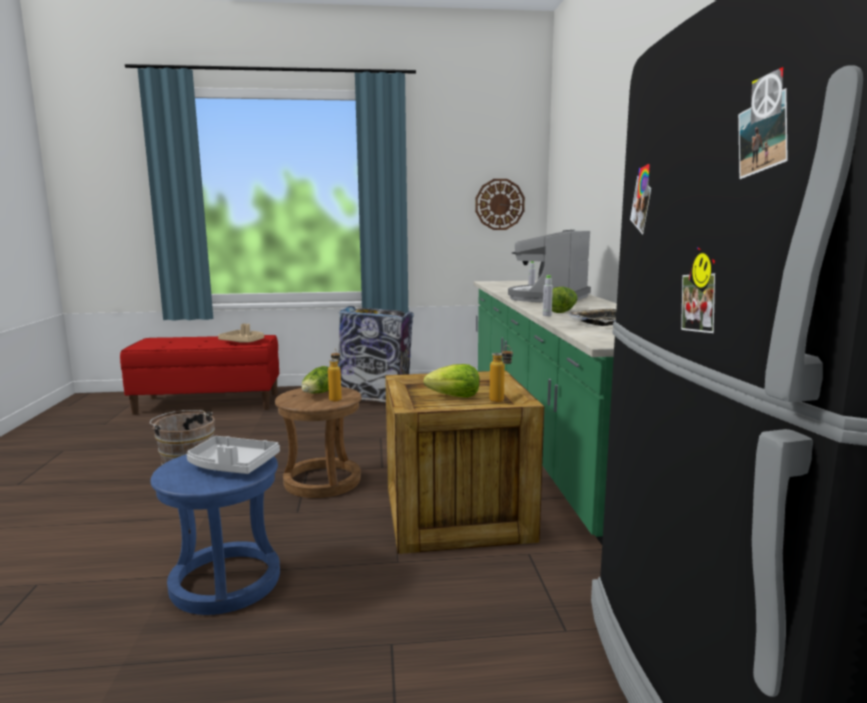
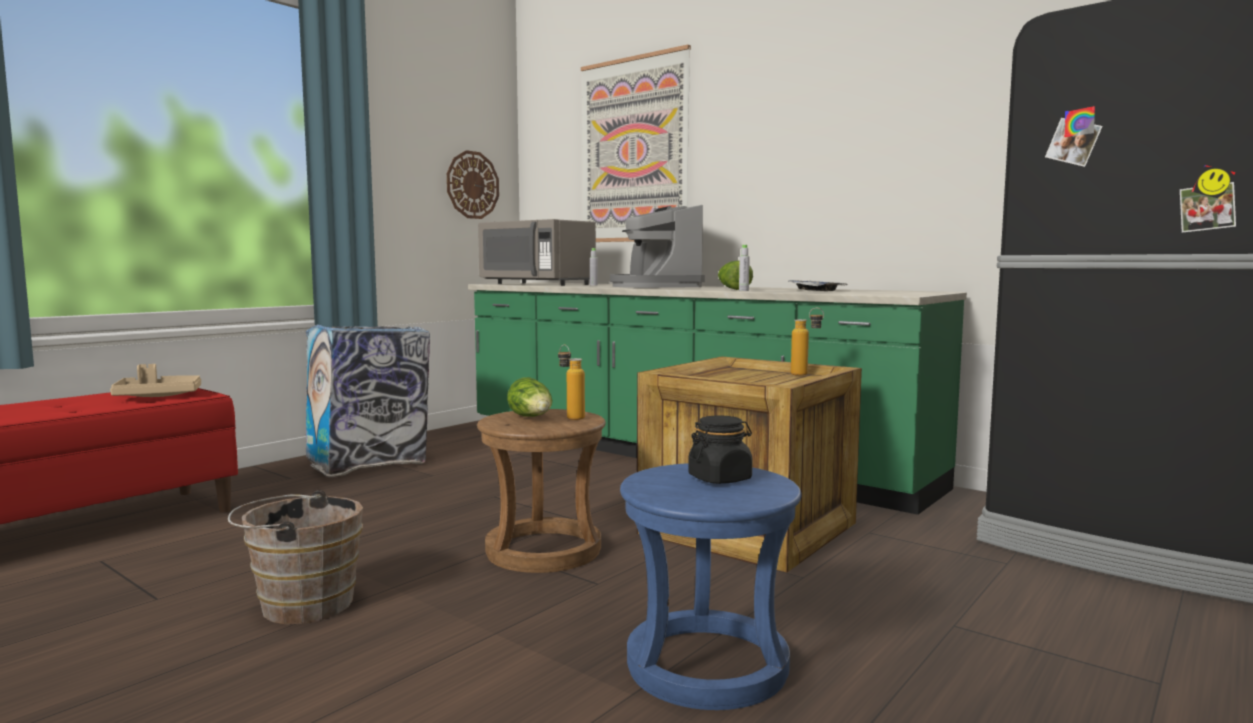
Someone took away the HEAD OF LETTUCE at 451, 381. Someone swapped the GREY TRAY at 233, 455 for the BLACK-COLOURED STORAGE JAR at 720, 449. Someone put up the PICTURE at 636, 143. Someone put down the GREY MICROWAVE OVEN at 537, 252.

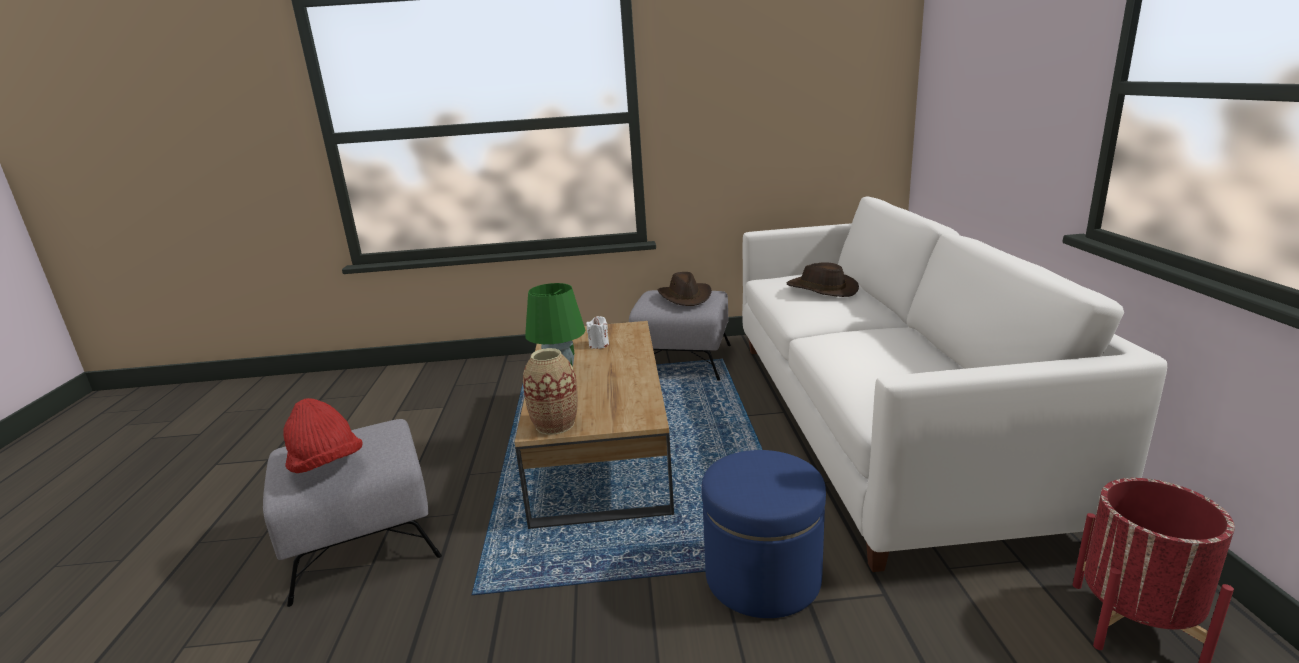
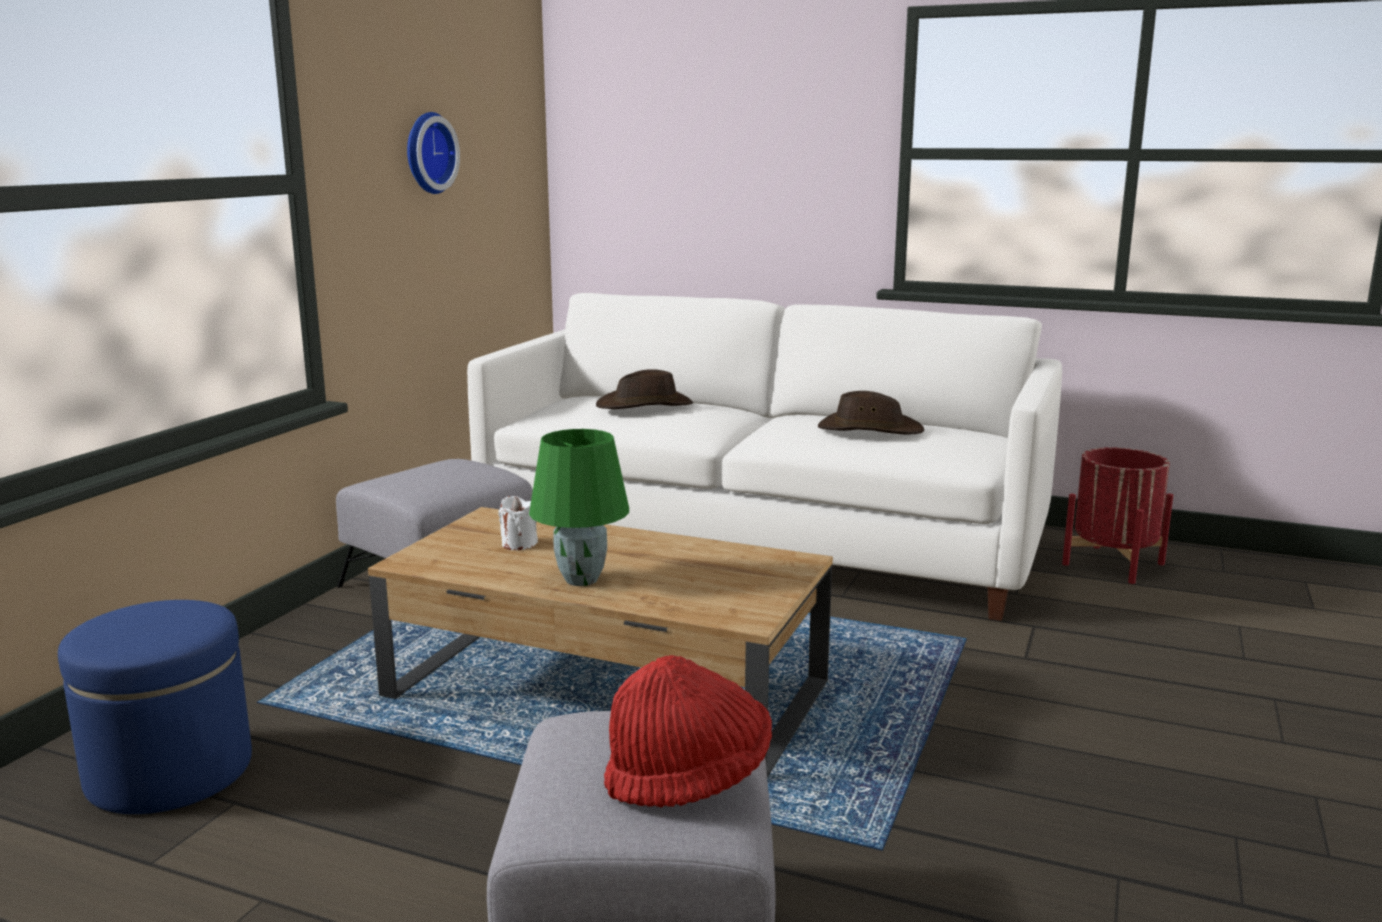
Someone carried the BROWN HAT from 685, 289 to 871, 413. Someone took away the VASE at 550, 391. Someone carried the BLUE FOOTREST from 763, 534 to 155, 707. Someone put up the CLOCK ON THE WALL at 433, 153.

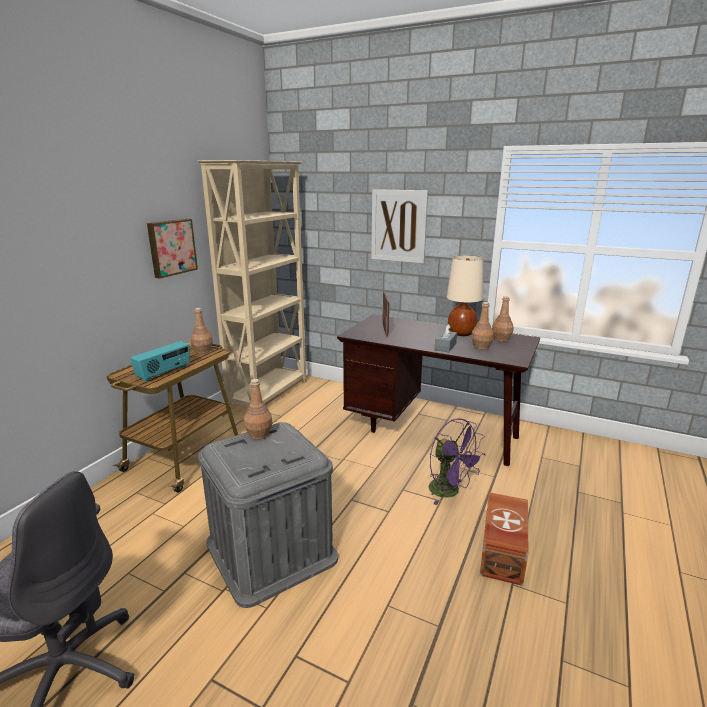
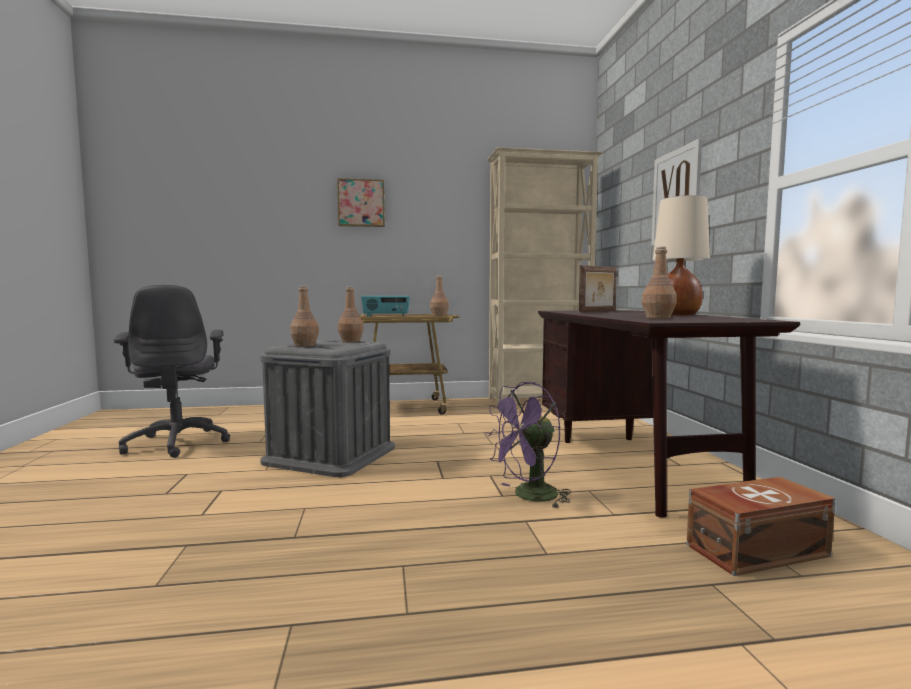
Someone carried the PICTURE from 172, 249 to 361, 202. Someone carried the BROWN BOTTLE from 503, 319 to 304, 316. Someone took away the GREY BOX OF TISSUES at 445, 338. Someone rotated the PURPLE-COLOURED COOLING FAN at 457, 461 by 45 degrees clockwise. Someone carried the BROWN STORAGE CONTAINER from 504, 539 to 761, 526.

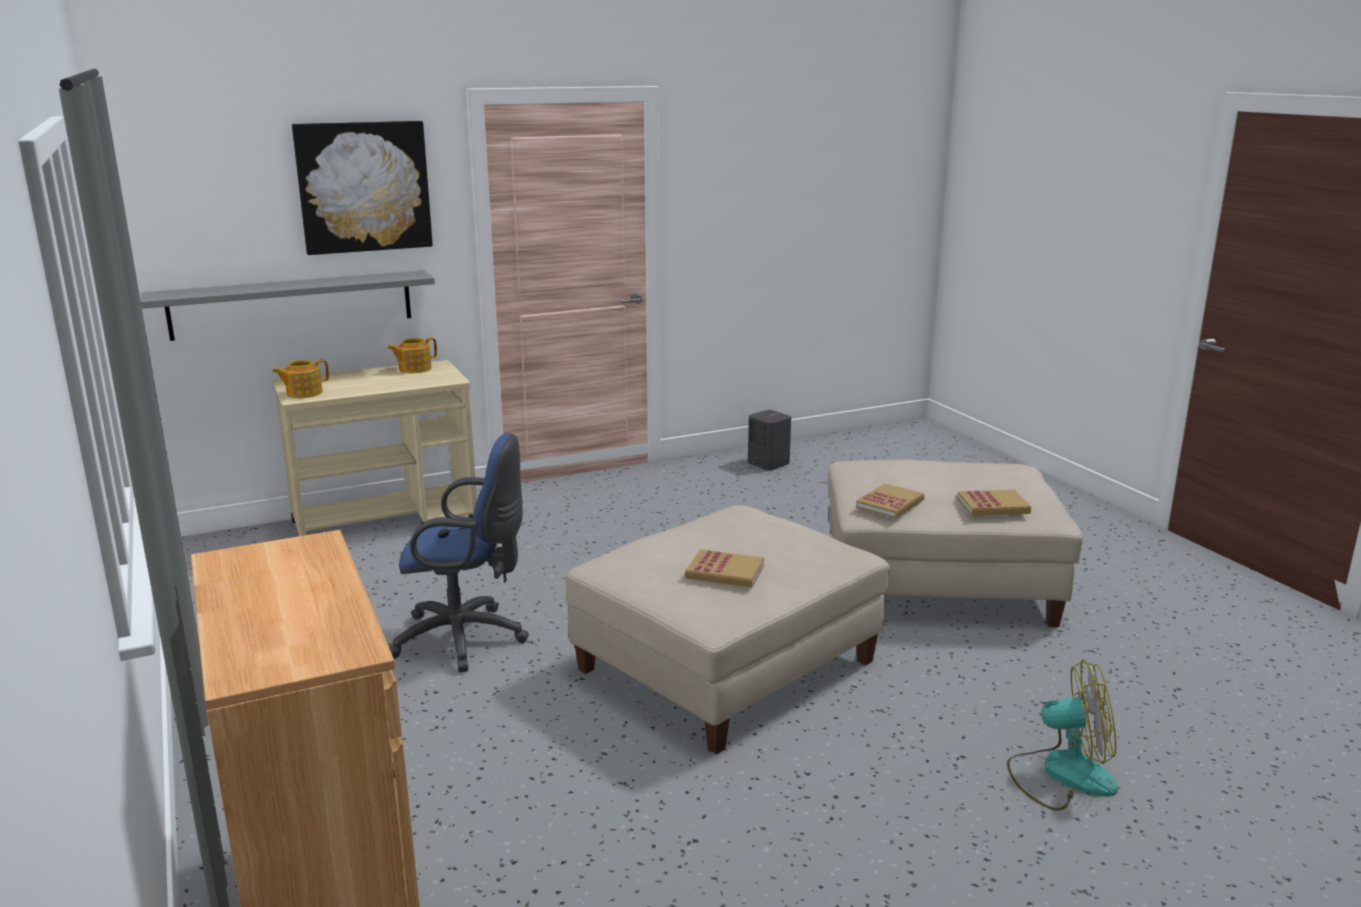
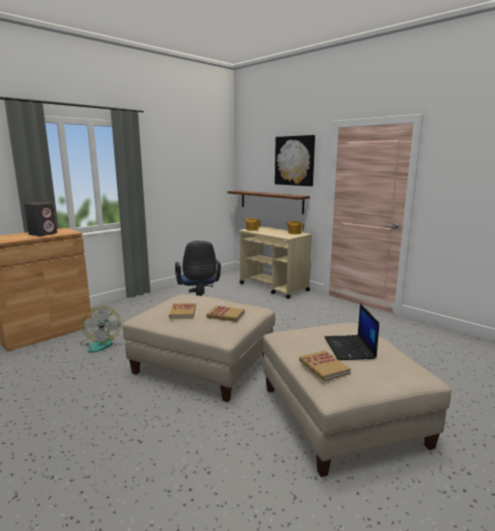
Someone repainted the GREY BRACKET SHELF at 288, 305, which became the BROWN BRACKET SHELF at 269, 202. Someone carried the GREY AUDIO SPEAKER from 769, 440 to 40, 219. Someone carried the BOOK from 890, 501 to 226, 314. Someone carried the COOLING FAN from 1062, 735 to 100, 329. Someone put down the NOTEBOOK COMPUTER at 352, 332.

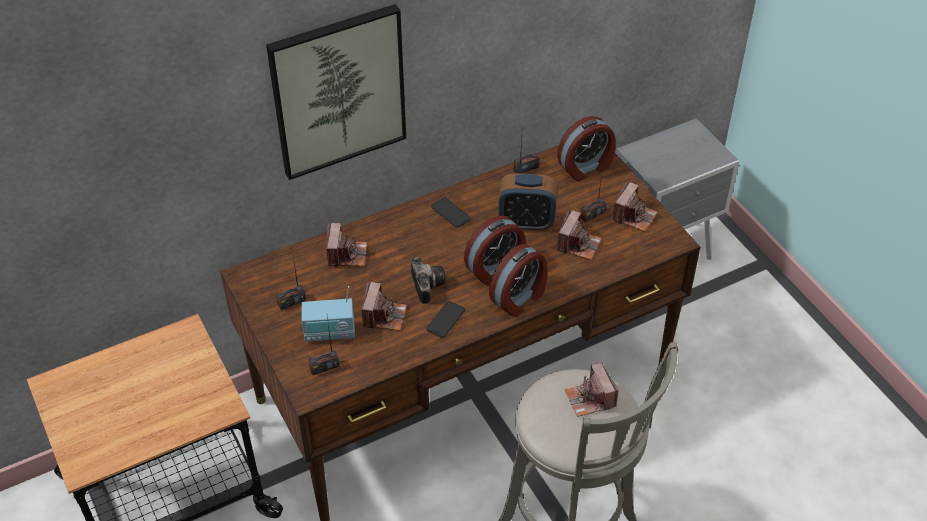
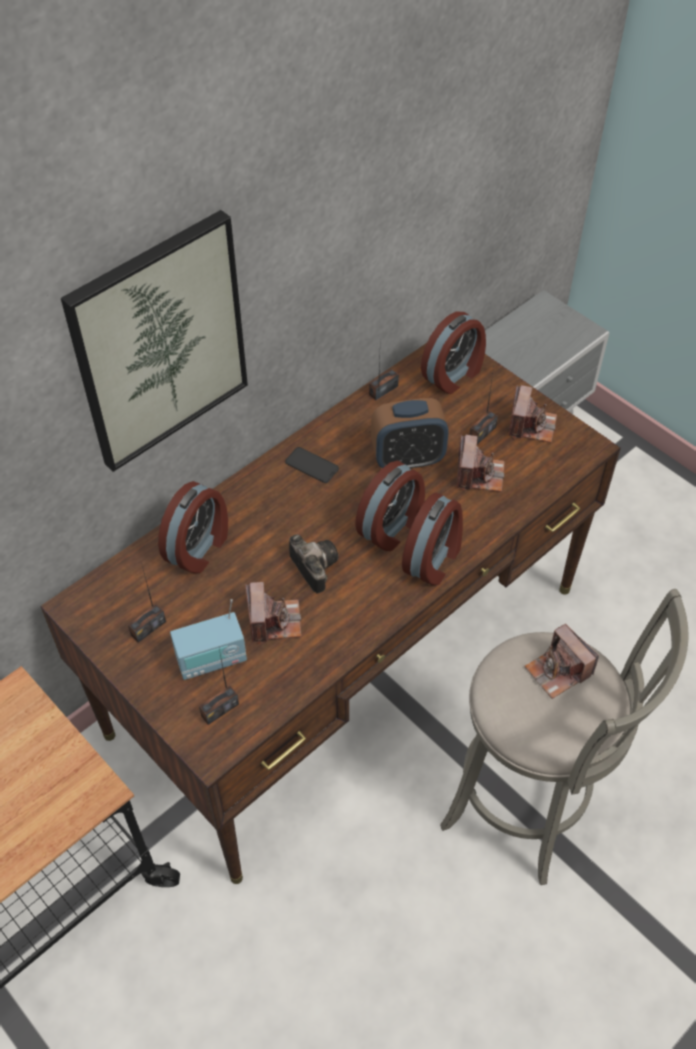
Someone swapped the STILL CAMERA at 346, 245 for the BEDSIDE CLOCK at 193, 527. Someone took away the PHONE at 445, 319.

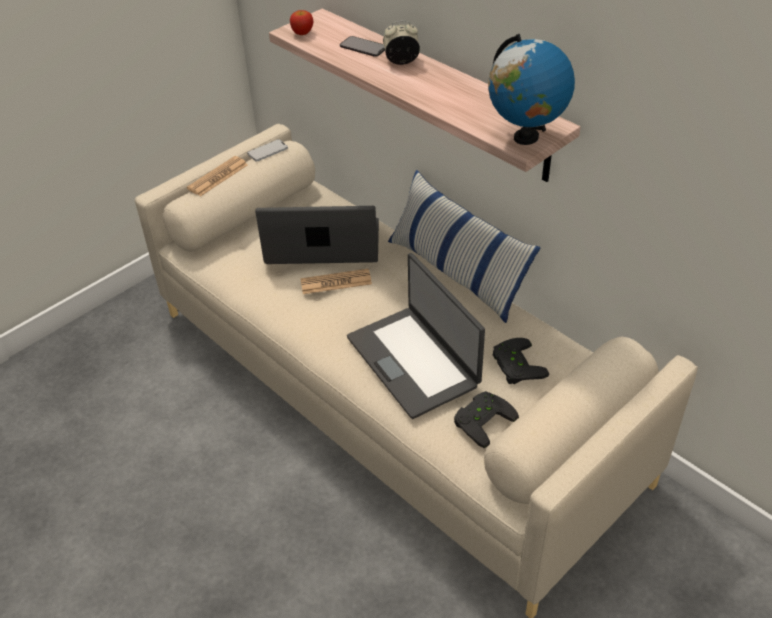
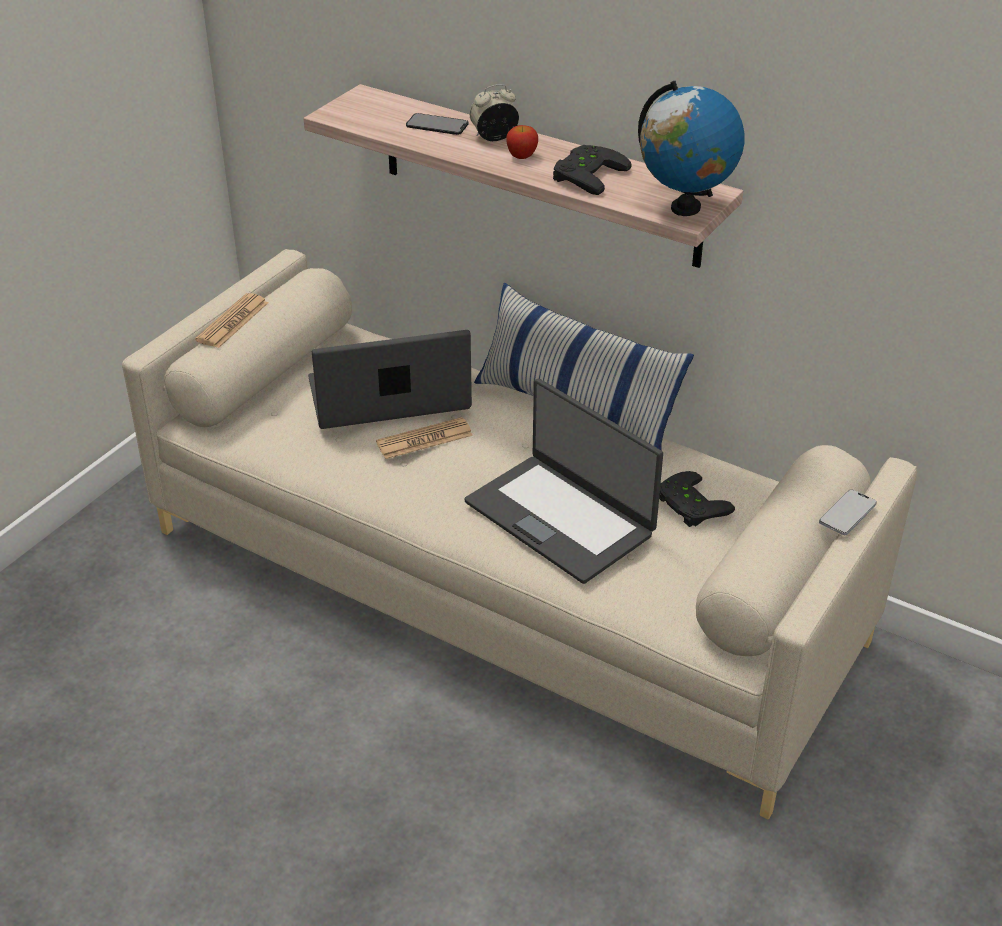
Someone carried the APPLE FRUIT from 301, 22 to 522, 142. Someone carried the PHONE from 267, 150 to 848, 512. Someone carried the BLACK-COLOURED GAMEPAD from 486, 419 to 592, 170.

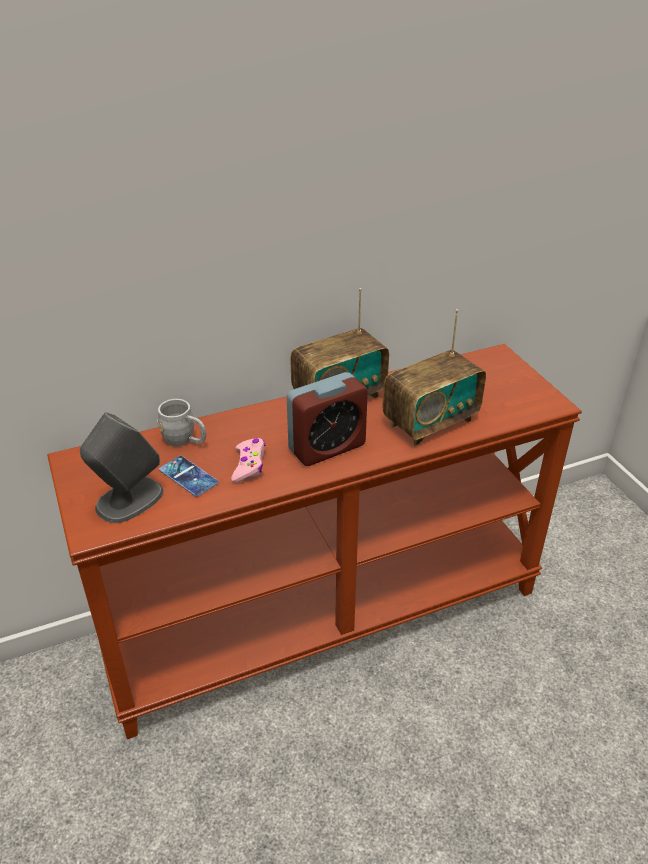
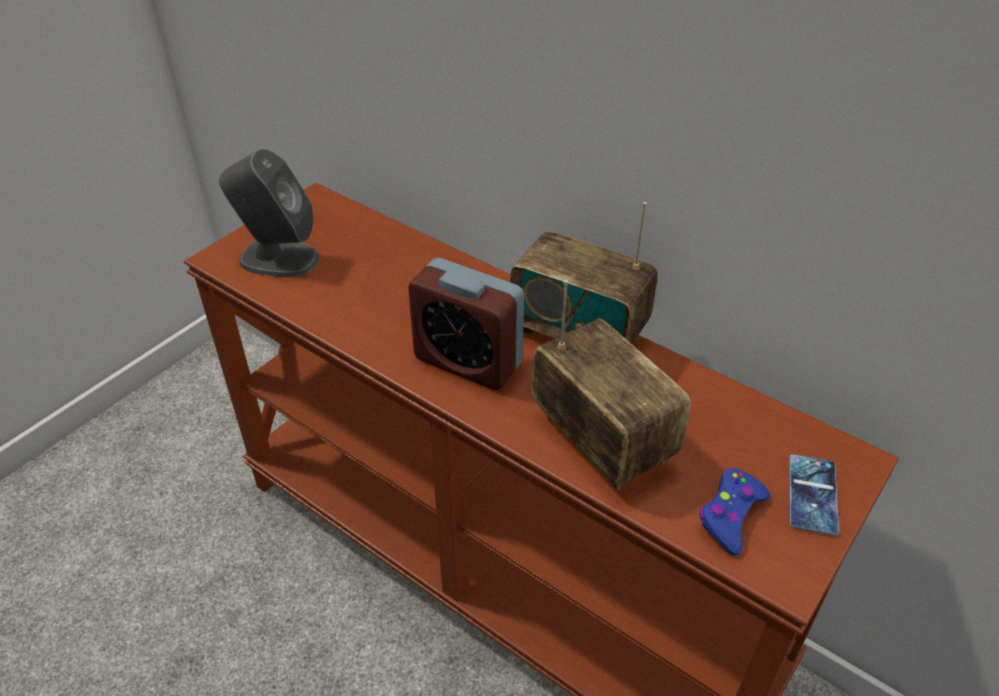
Someone rotated the RADIO RECEIVER at 434, 377 by 150 degrees counterclockwise. Someone took away the GREY COFFEE MUG at 181, 422. Someone took away the PINK-COLOURED GAMEPAD at 248, 460. Someone carried the PHONE from 188, 476 to 814, 495. Someone put down the BLUE GAMEPAD at 734, 511.

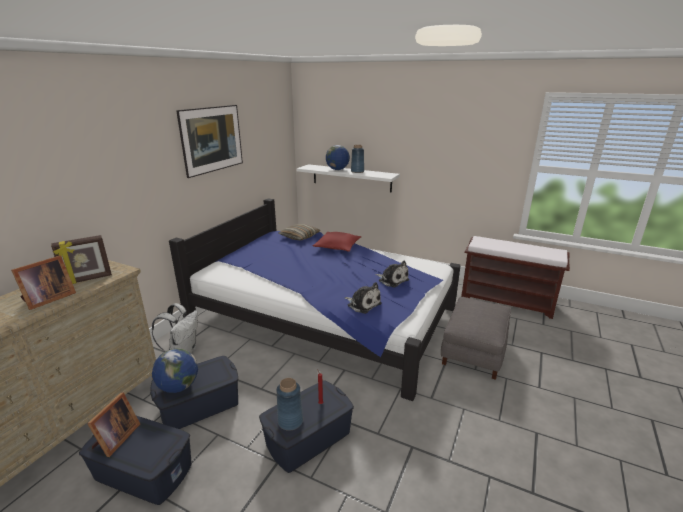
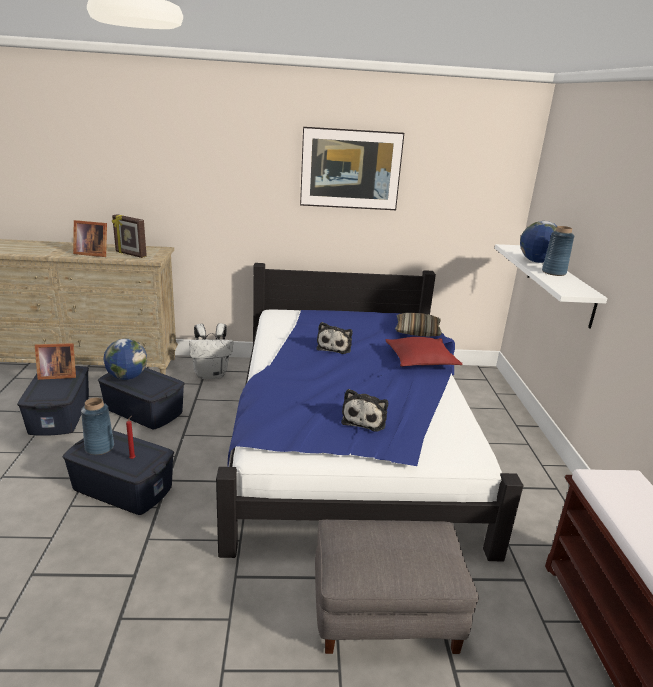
Someone carried the CUDDLY TOY from 363, 298 to 335, 338.

